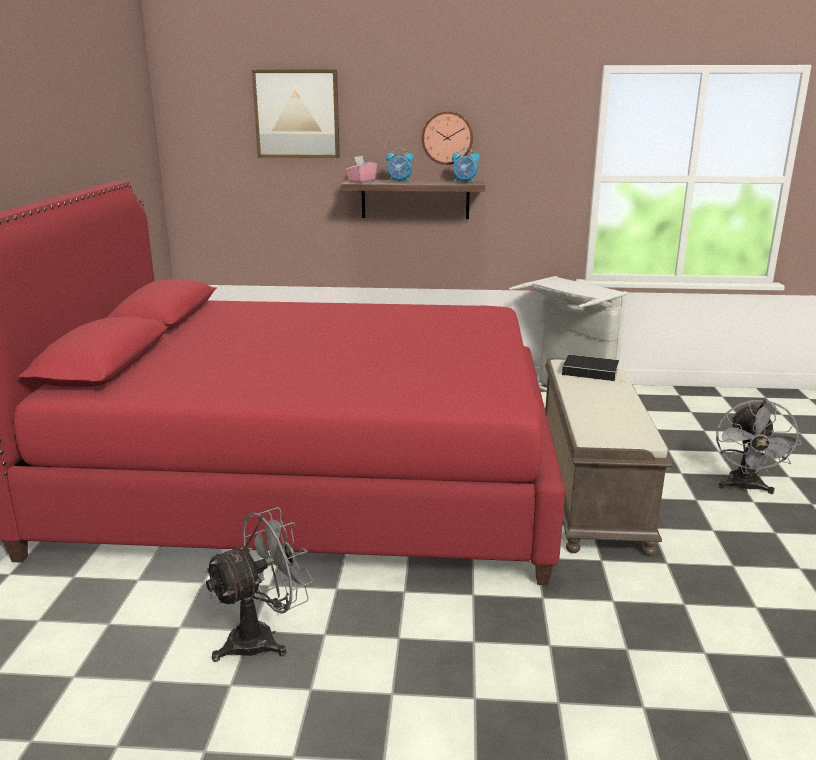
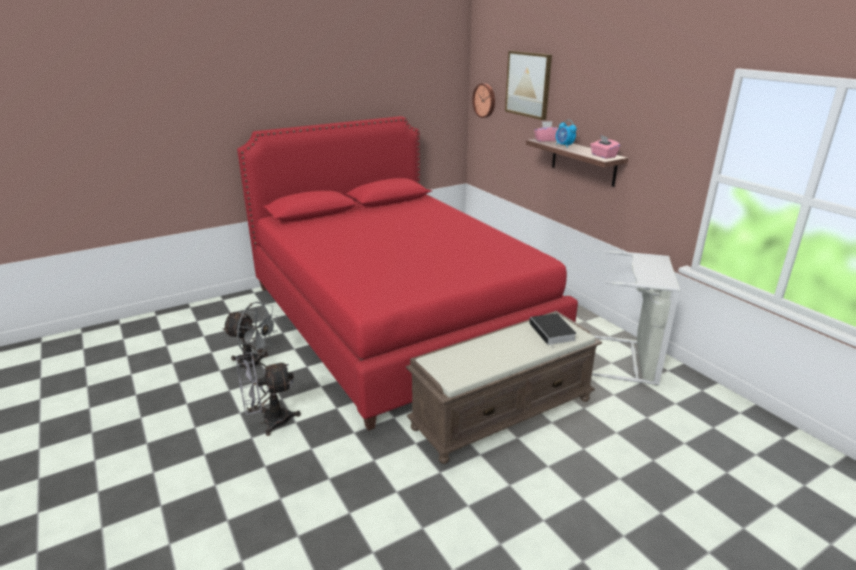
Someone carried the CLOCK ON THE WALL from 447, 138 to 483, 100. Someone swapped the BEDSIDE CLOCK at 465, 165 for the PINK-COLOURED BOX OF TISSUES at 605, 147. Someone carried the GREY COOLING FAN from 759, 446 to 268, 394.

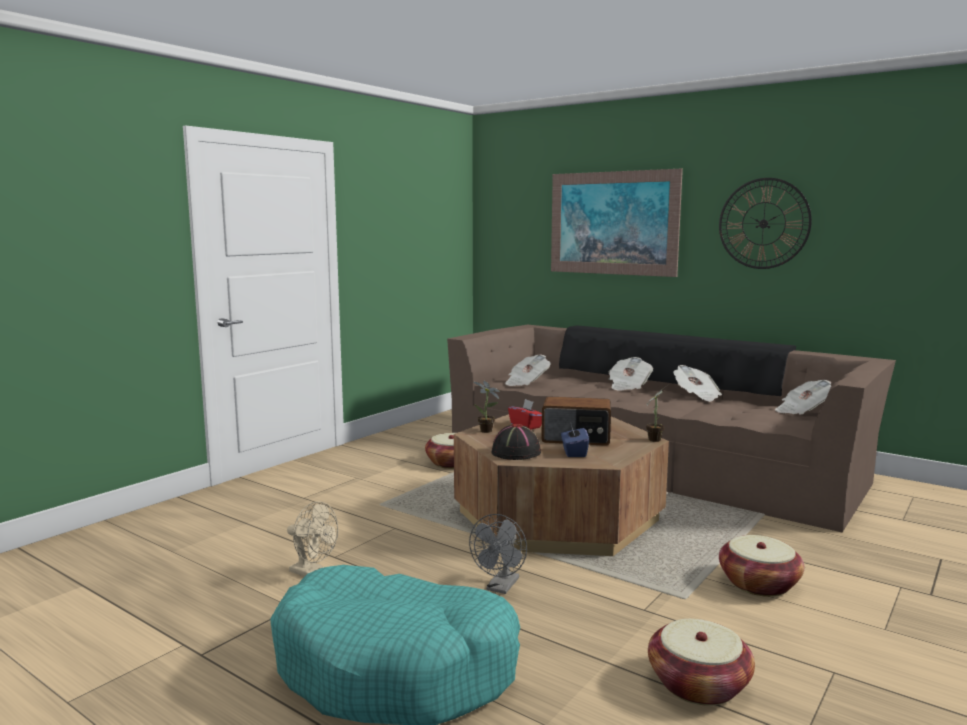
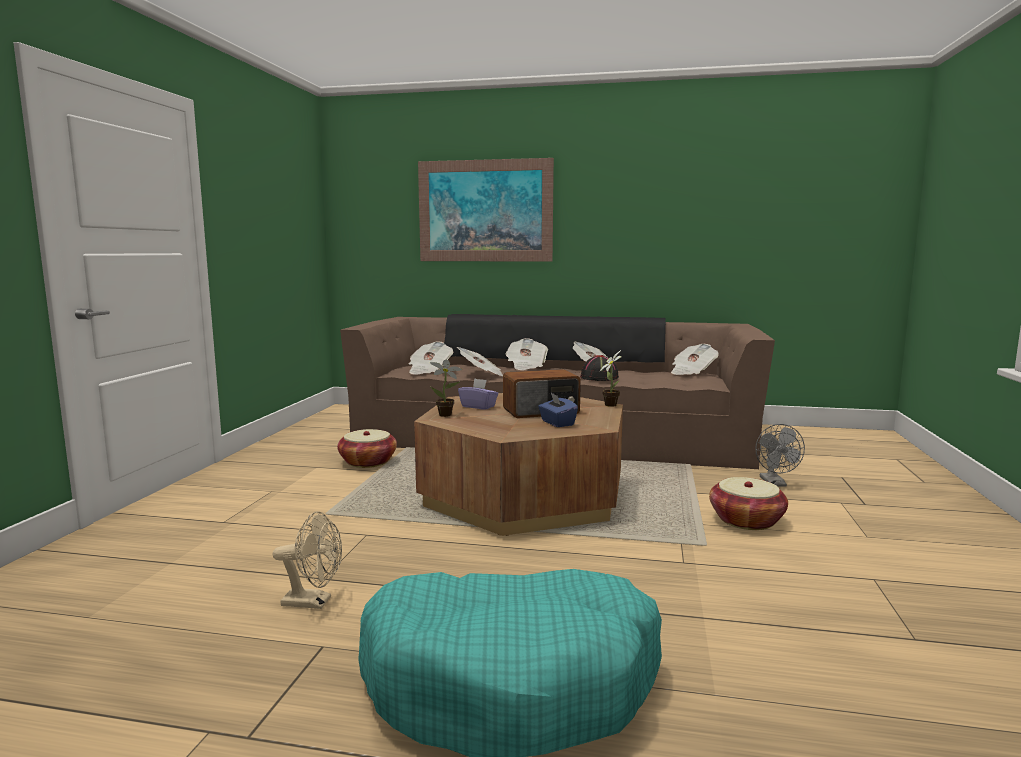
Someone took away the CLOCK ON THE WALL at 765, 223. Someone repainted the RED-COLOURED BOX OF TISSUES at 525, 414, which became the PURPLE-COLOURED BOX OF TISSUES at 478, 394. Someone carried the BLACK-COLOURED HAT from 516, 442 to 599, 368. Someone carried the GREY COOLING FAN from 498, 554 to 780, 455. Someone took away the HOUSEHOLD BASKET at 701, 662. Someone put down the NEWSPAPER at 480, 361.

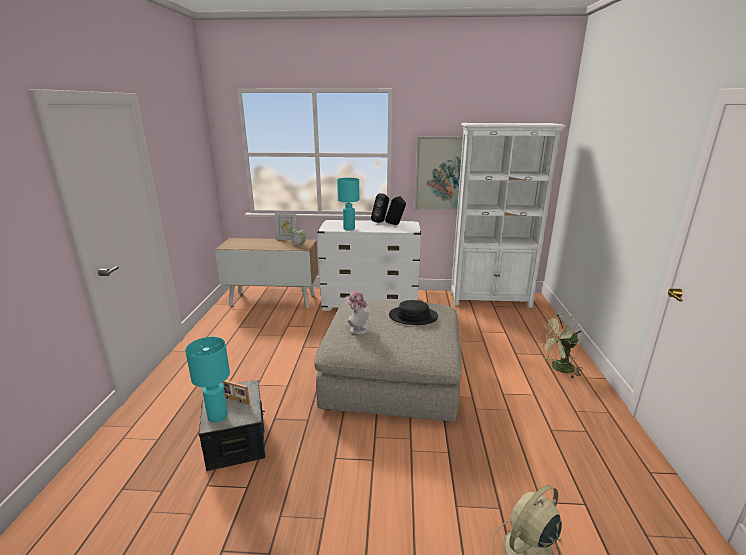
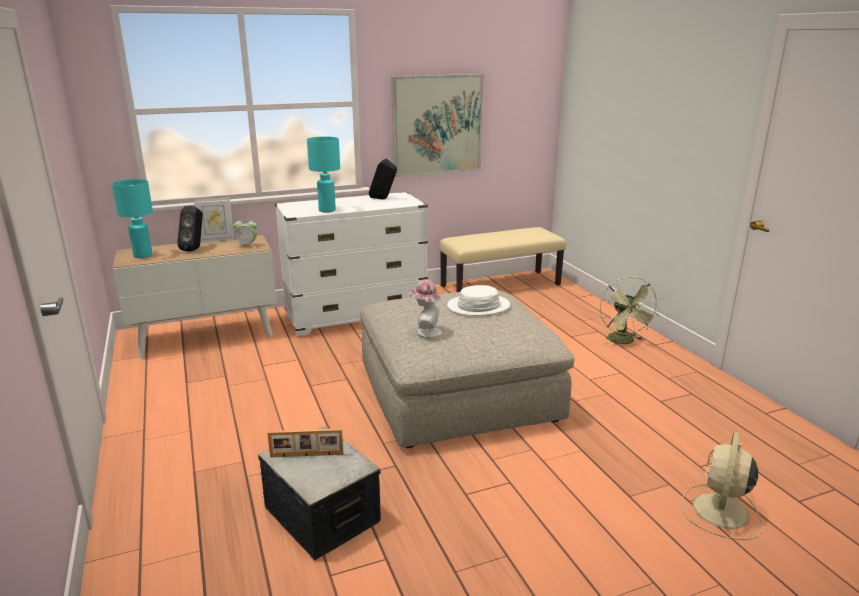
Someone swapped the WHITE-COLOURED BOOKCASE at 508, 215 for the BEIGE INDOOR BENCH at 502, 259. Someone carried the BLACK-COLOURED AUDIO SPEAKER from 380, 208 to 190, 229. Someone repainted the BLACK-COLOURED HAT at 413, 312, which became the WHITE-COLOURED HAT at 478, 300. Someone rotated the GREENISH COOLING FAN at 562, 345 by 60 degrees counterclockwise. Someone carried the TURQUOISE-COLOURED TABLETOP LAMP from 207, 380 to 132, 218.

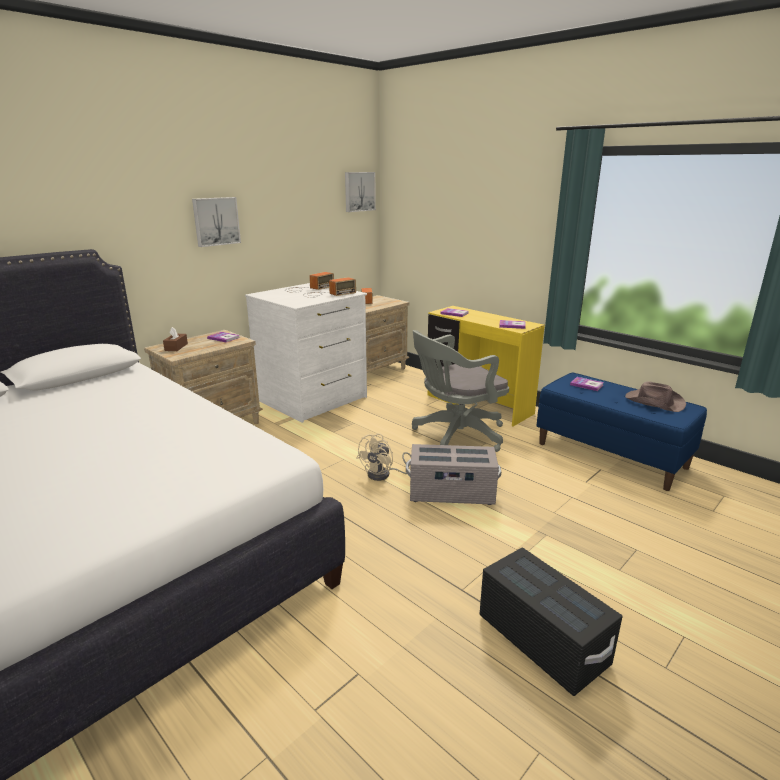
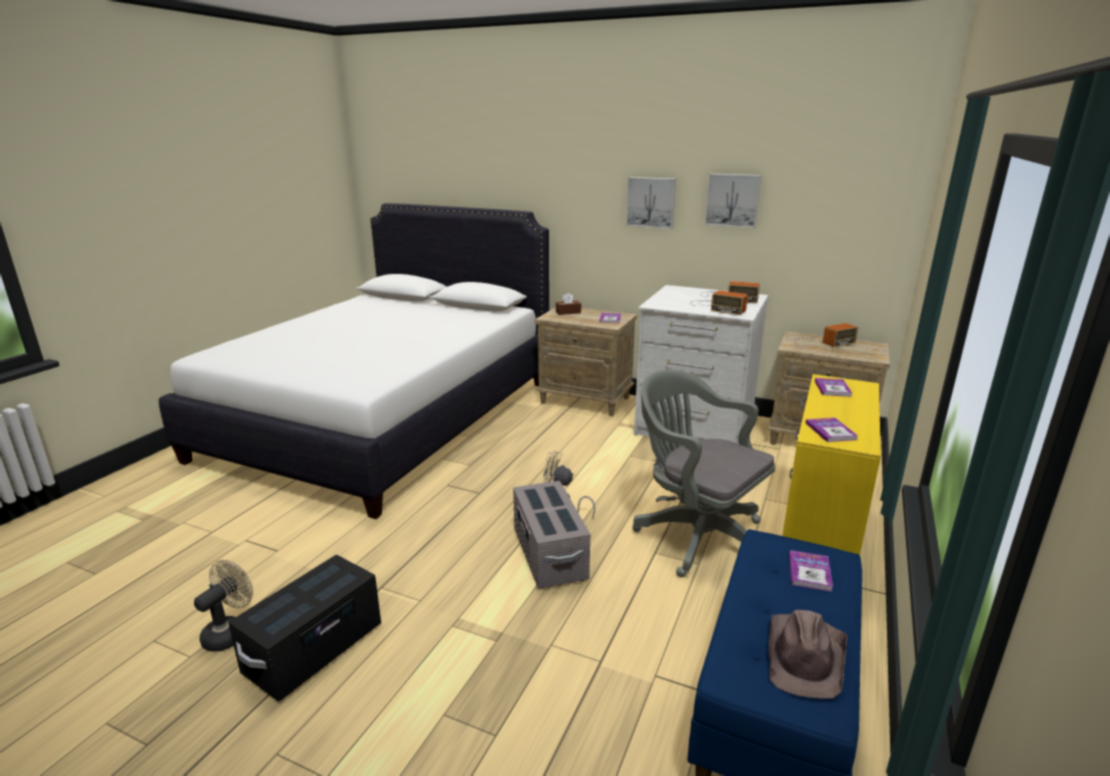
Someone carried the PICTURE from 360, 192 to 733, 201. Someone put down the BEIGE COOLING FAN at 223, 606.

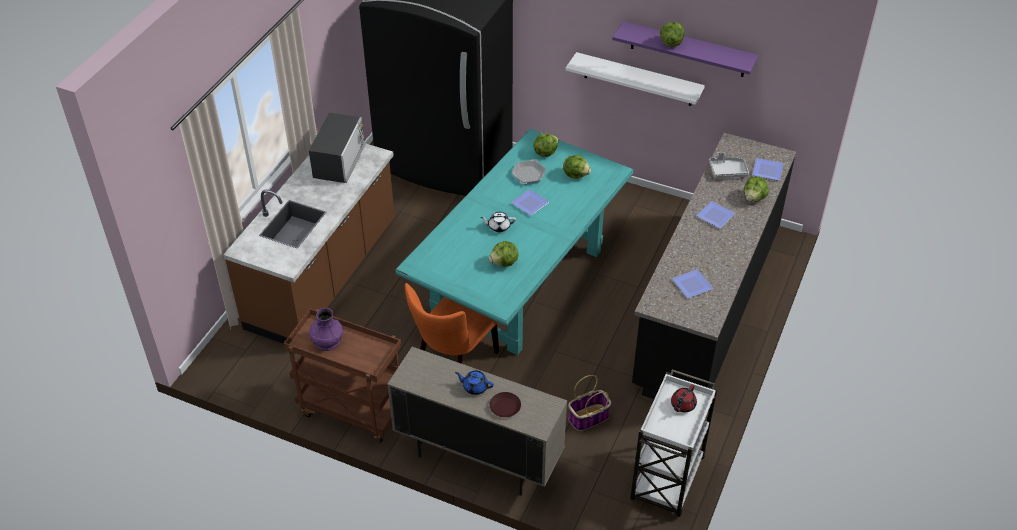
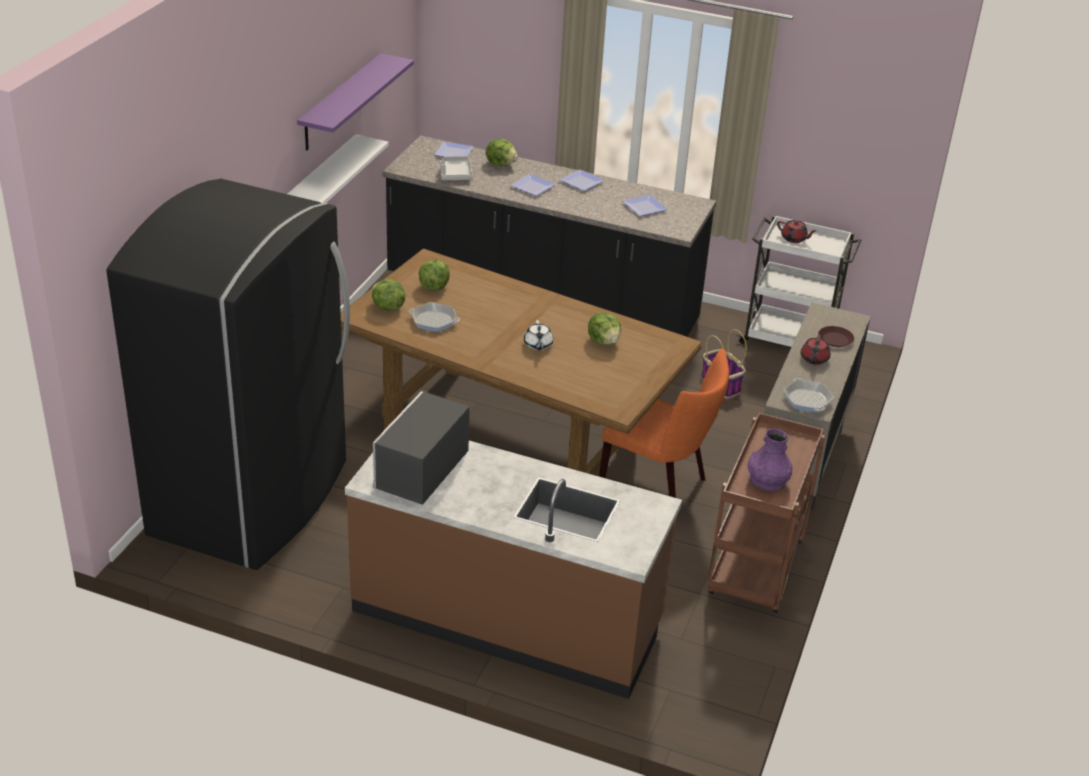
Someone took away the HEAD OF LETTUCE at 672, 34. Someone rotated the MICROWAVE OVEN at 337, 148 by 75 degrees counterclockwise. Someone repainted the TURQUOISE-COLOURED DINING TABLE at 514, 242, which became the BROWN DINING TABLE at 521, 361. Someone carried the FLAT DISH from 530, 202 to 582, 180. Someone repainted the BLUE TEA POT at 474, 382, which became the RED-COLOURED TEA POT at 815, 350. Someone put down the SKILLET at 809, 395.

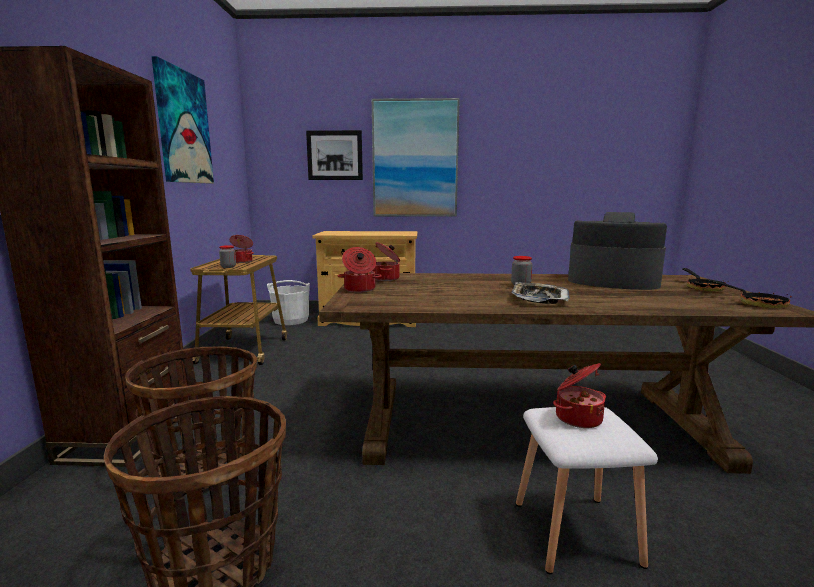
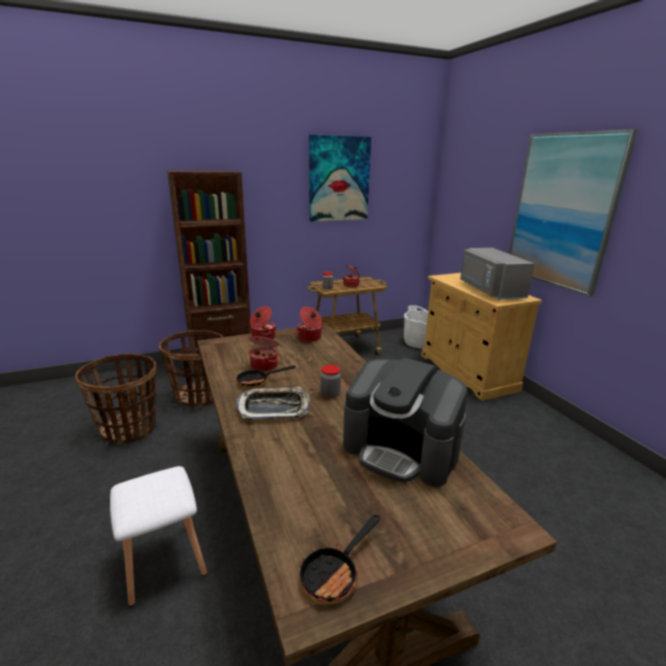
Someone took away the PICTURE at 334, 155. Someone rotated the COFFEE MAKER at 617, 251 by 120 degrees clockwise. Someone carried the SKILLET from 705, 280 to 266, 376. Someone carried the STOCKPOT from 579, 395 to 264, 353. Someone put down the GREY MICROWAVE OVEN at 497, 274.

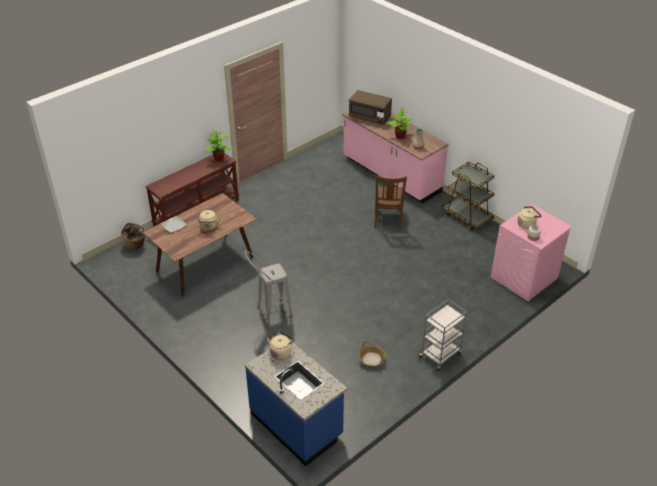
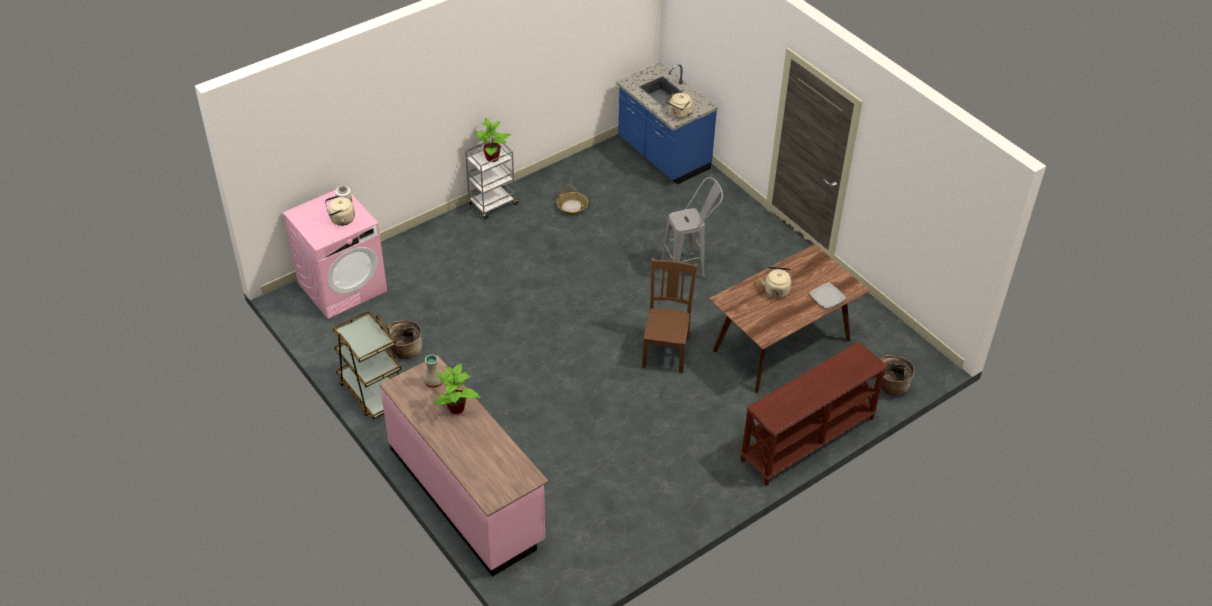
Someone took away the BROWN MICROWAVE OVEN at 370, 107. Someone carried the PLANT IN A POT from 217, 146 to 493, 140. Someone carried the BROWN PLAIN CHAIR from 390, 202 to 670, 315. Someone put down the HOUSEHOLD BASKET at 404, 340.

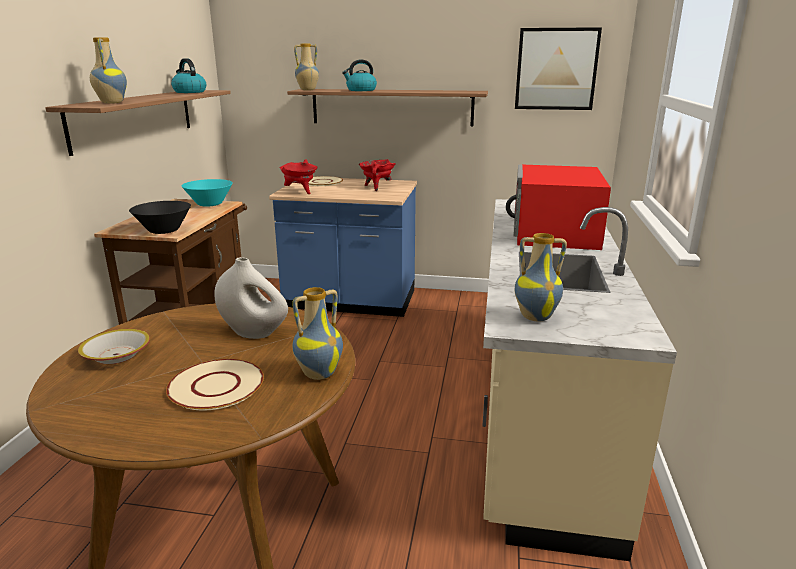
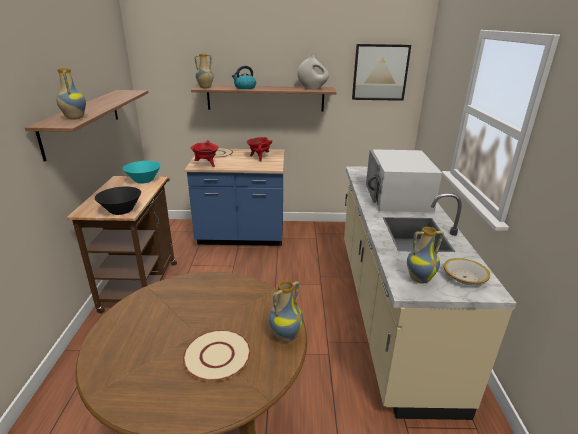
Someone took away the KETTLE at 188, 75. Someone repainted the RED-COLOURED MICROWAVE OVEN at 558, 207, which became the WHITE-COLOURED MICROWAVE OVEN at 404, 180. Someone carried the WHITE-COLOURED VASE from 251, 298 to 313, 72. Someone carried the BOWL from 114, 346 to 467, 271.

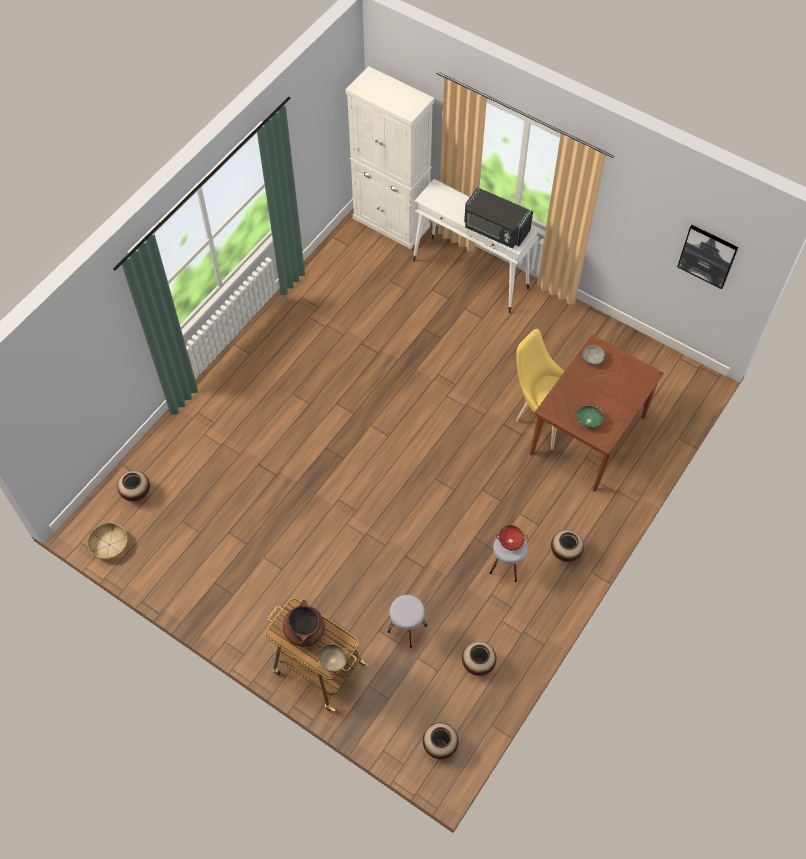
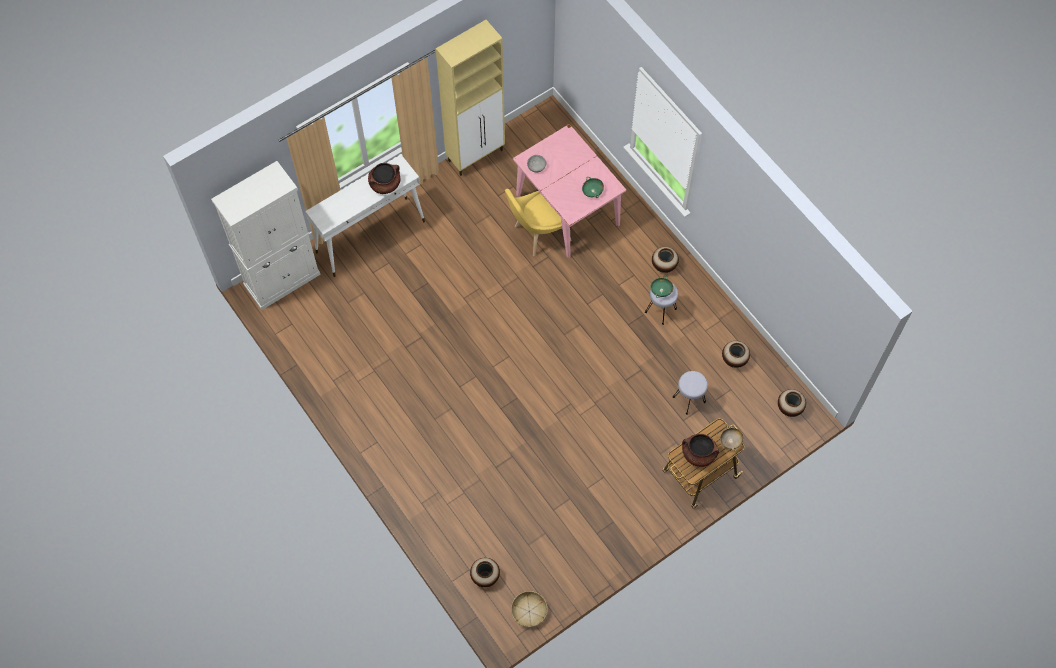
Someone swapped the BLACK-COLOURED MICROWAVE OVEN at 498, 218 for the BROWN STOCKPOT at 384, 178. Someone took away the PICTURE at 708, 257. Someone repainted the BROWN DINING TABLE at 597, 413, which became the PINK-COLOURED DINING TABLE at 570, 191. Someone repainted the RED-COLOURED BOWL at 511, 537, which became the GREENISH BOWL at 662, 287. Someone put down the BEIGE CABINET at 470, 98.

